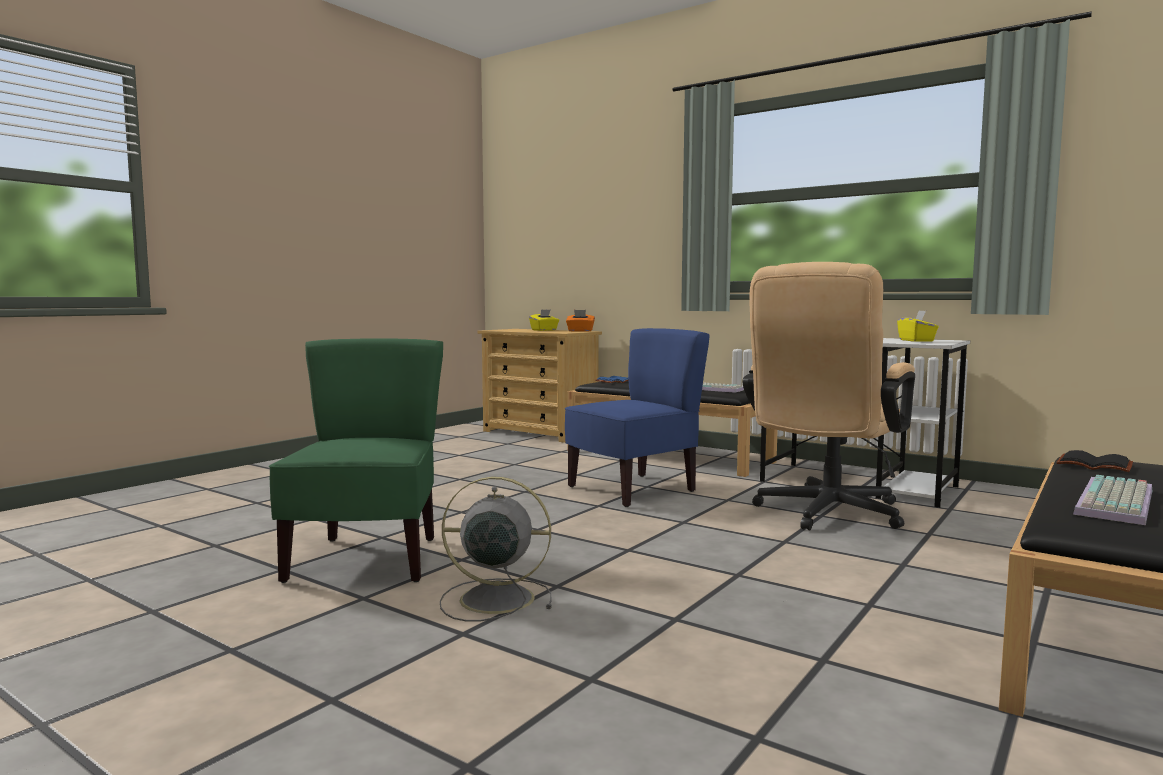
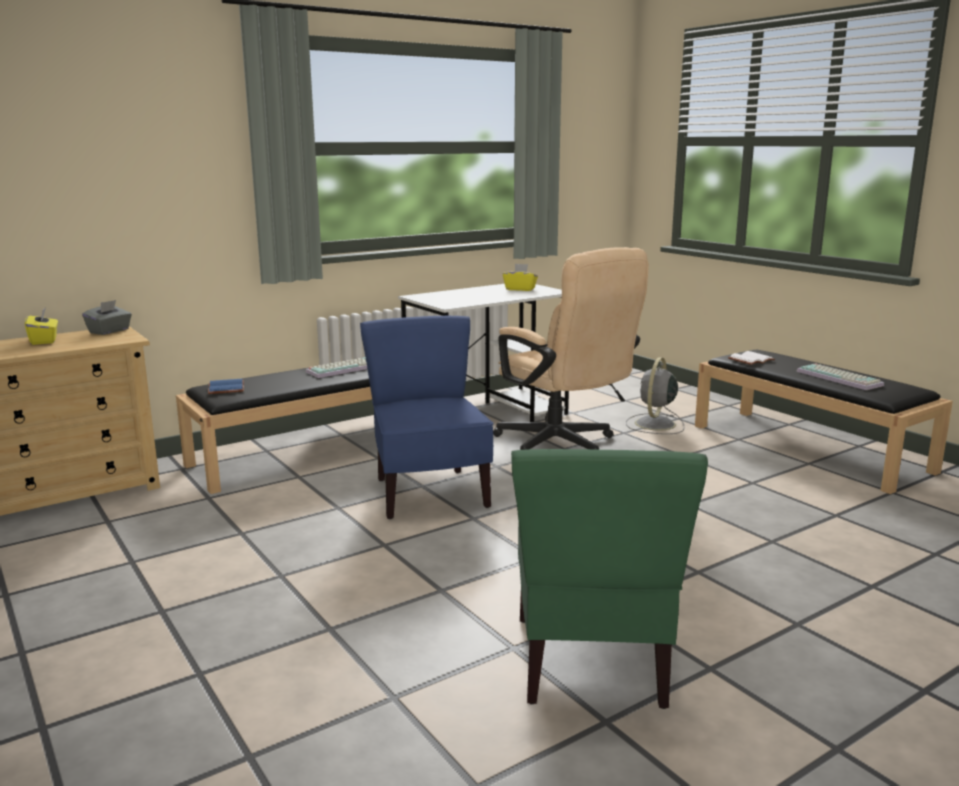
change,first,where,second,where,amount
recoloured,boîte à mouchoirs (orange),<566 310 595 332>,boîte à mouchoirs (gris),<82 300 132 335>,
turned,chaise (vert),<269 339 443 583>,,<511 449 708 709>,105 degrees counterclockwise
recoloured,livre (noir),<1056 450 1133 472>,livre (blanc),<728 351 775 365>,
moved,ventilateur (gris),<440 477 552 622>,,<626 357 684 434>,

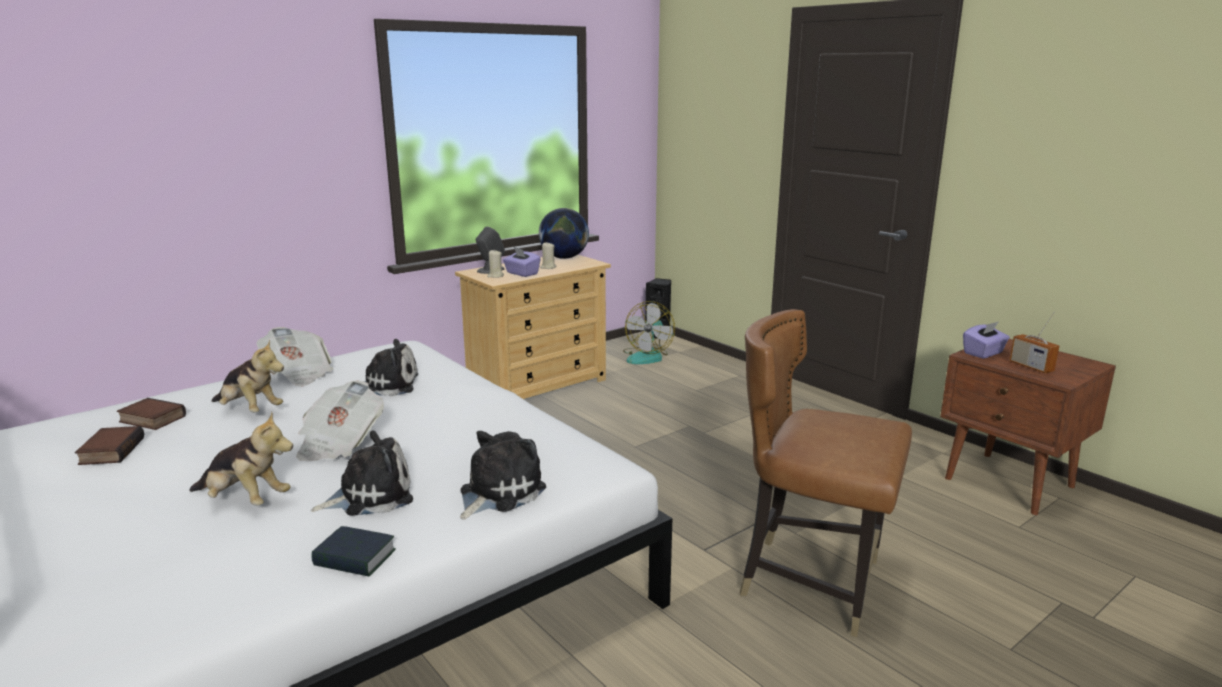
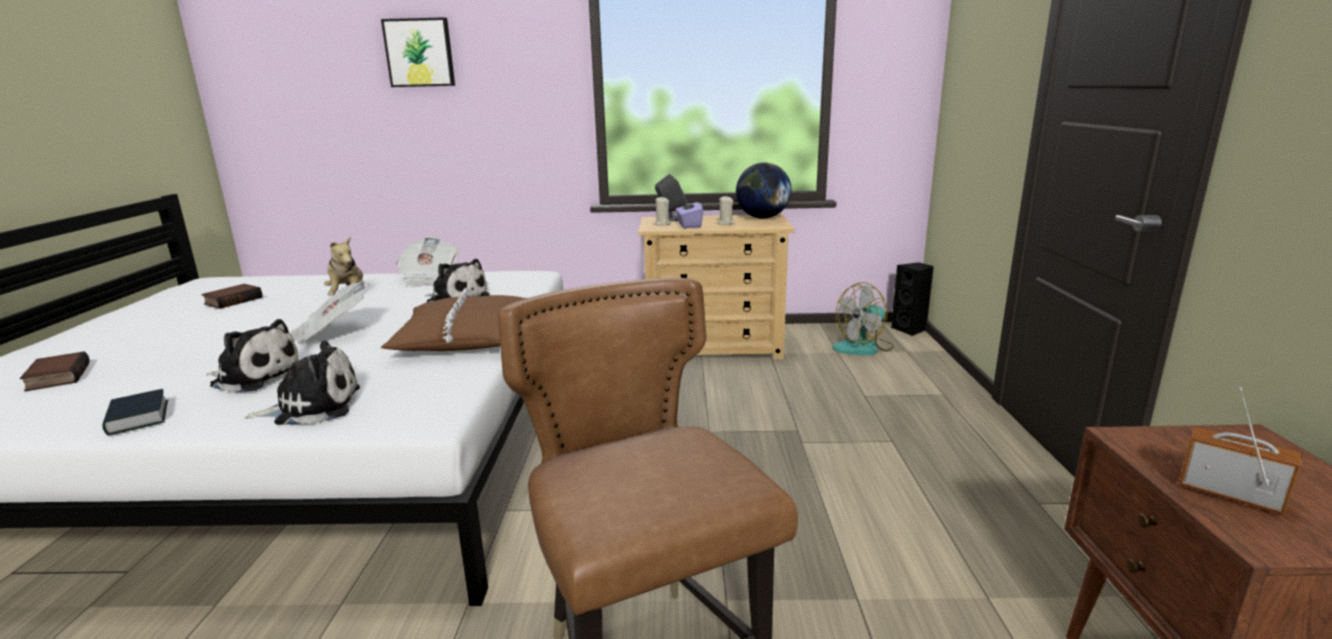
change,first,where,second,where,amount
turned,radio,<1009 312 1059 373>,,<1179 387 1301 515>,120 degrees clockwise
removed,boîte à mouchoirs (violet),<963 322 1010 359>,,,
moved,livre,<117 398 186 430>,,<20 351 90 391>,
removed,peluche,<189 412 293 506>,,,
added,,,tableau,<381 17 455 87>,
added,,,coussin (marron),<381 288 526 351>,

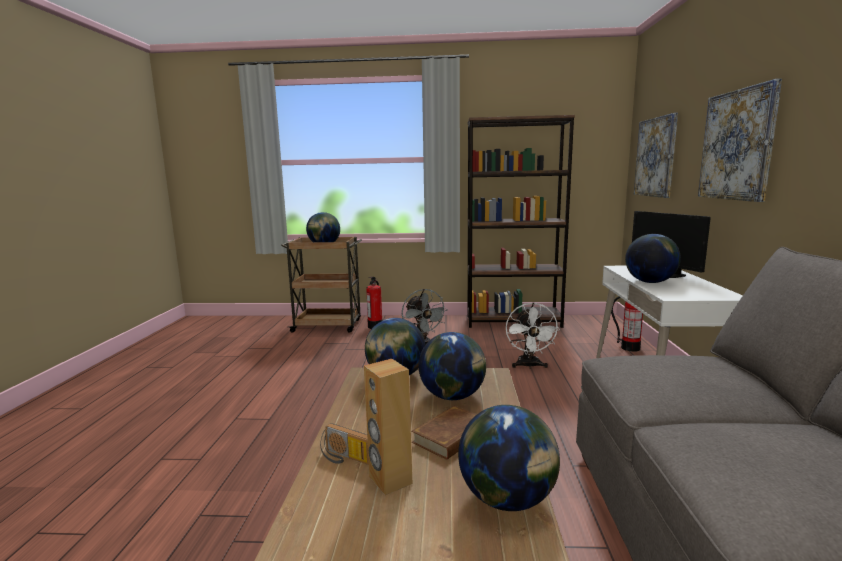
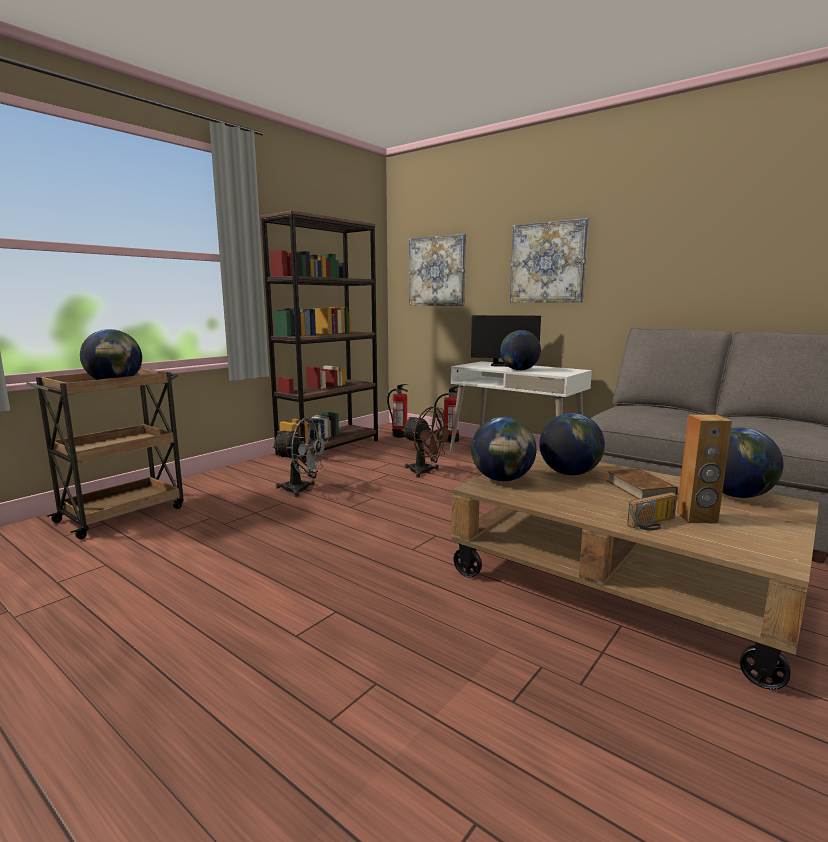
change,first,where,second,where,amount
moved,extincteur,<366 277 383 329>,,<387 384 409 438>,
recoloured,ventilateur (blanc),<506 302 560 369>,ventilateur (marron),<402 407 453 478>,

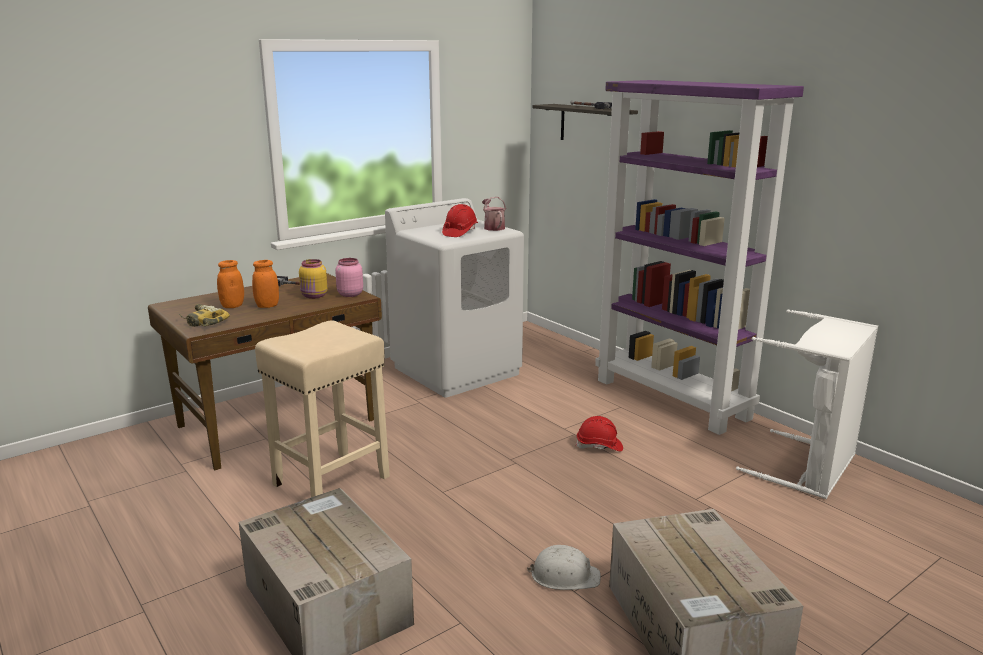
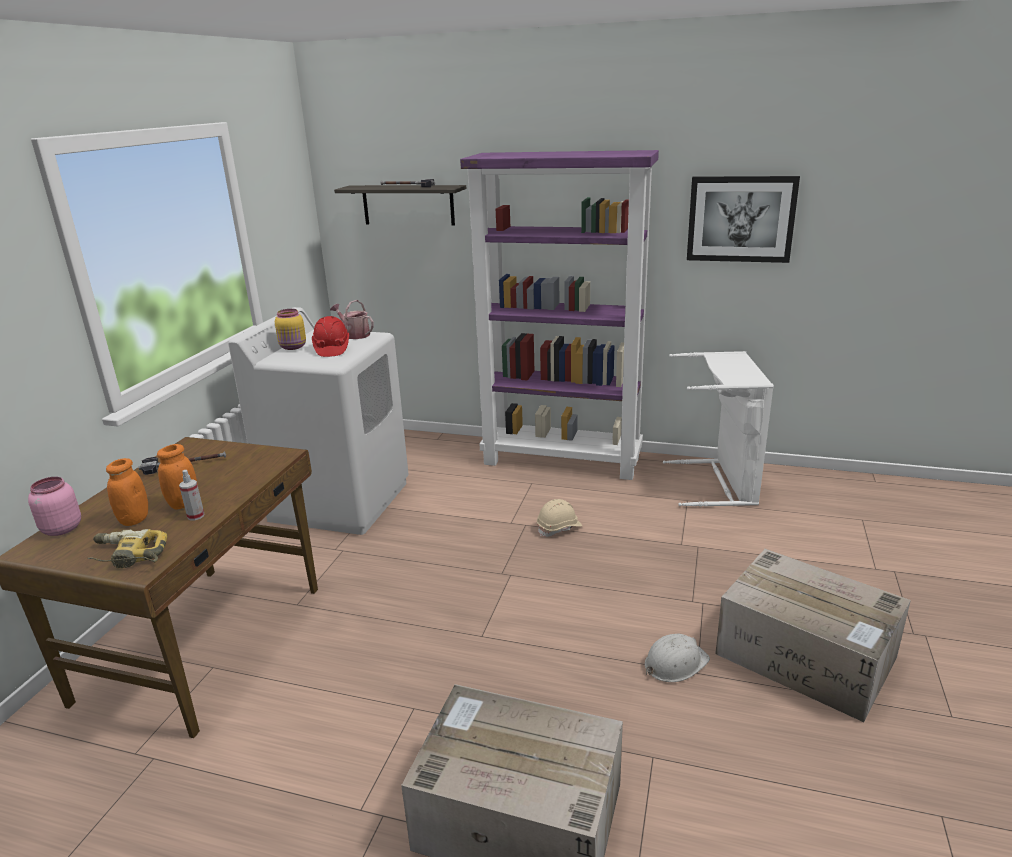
change,first,where,second,where,amount
moved,bocal (rose),<335 258 363 297>,,<28 477 81 536>,
moved,bocal (jaune),<299 259 327 299>,,<275 309 306 350>,
removed,tabouret (beige),<255 320 390 497>,,,
recoloured,casque de chantier (rouge),<576 416 623 452>,casque de chantier (beige),<537 499 582 537>,
added,,,tableau,<687 176 800 263>,
added,,,vaporisateur,<179 470 204 520>,

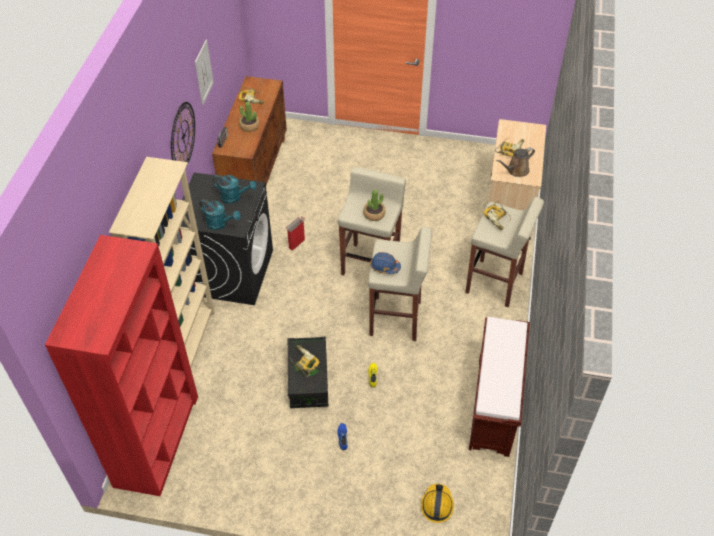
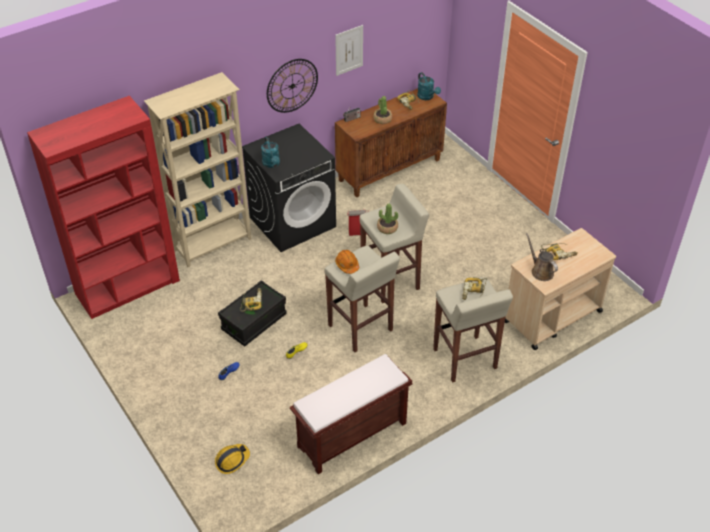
change,first,where,second,where,amount
turned,arrosoir (marron),<496 147 535 177>,,<526 233 558 281>,45 degrees clockwise
moved,arrosoir (turquoise),<213 175 256 204>,,<417 72 441 100>,
recoloured,casque de chantier (bleu),<370 252 401 274>,casque de chantier (orange),<335 250 359 274>,

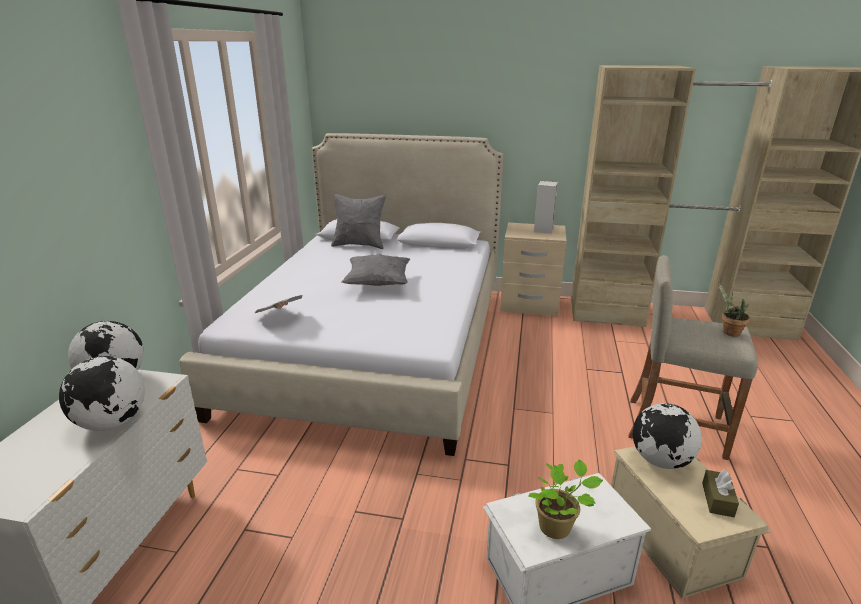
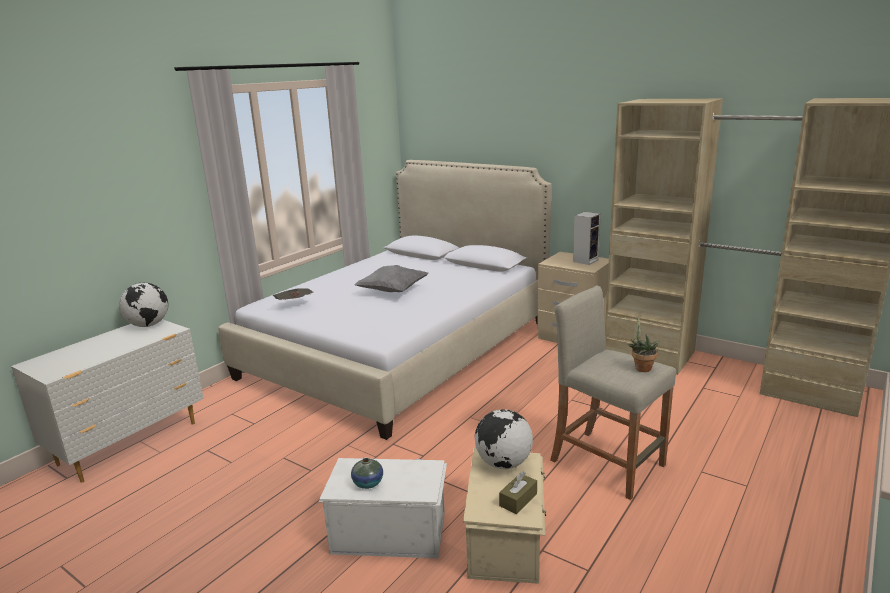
change,first,where,second,where,amount
removed,coussin (gris),<331 193 386 249>,,,
removed,globe,<59 356 145 431>,,,
replaced,plante en pot,<529 459 603 539>,vase,<351 458 383 489>,

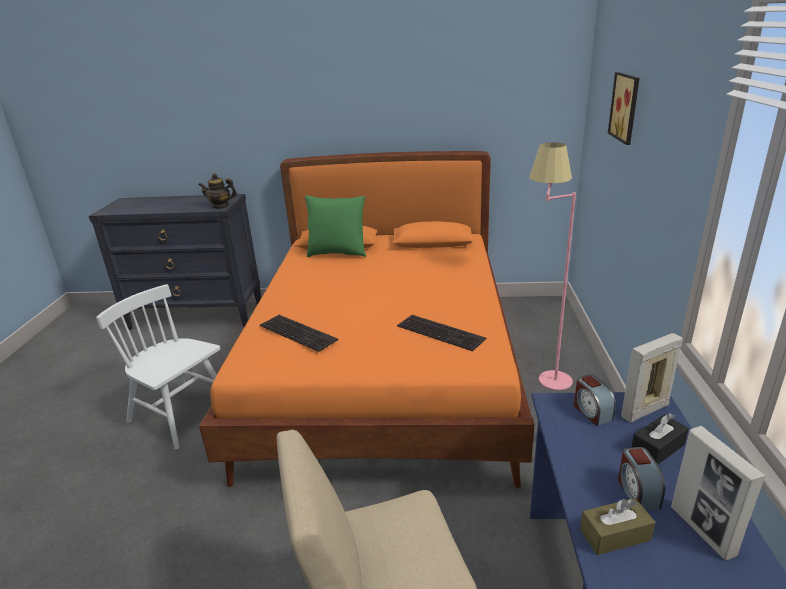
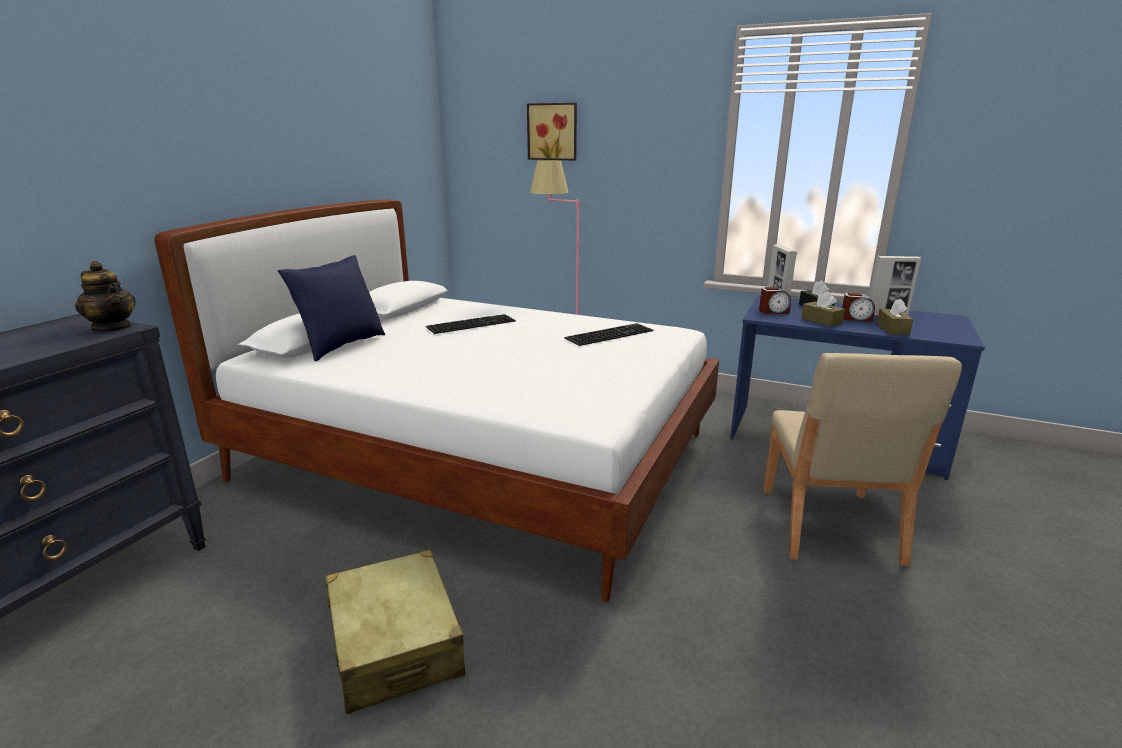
change,first,where,second,where,amount
recoloured,lit (orange),<199 151 534 488>,lit (blanc),<154 200 719 602>,
turned,théière,<198 173 237 209>,,<75 261 136 332>,75 degrees counterclockwise
recoloured,coussin (vert),<305 195 366 257>,coussin (bleu),<278 255 385 361>,
replaced,chaise (blanc),<96 284 220 450>,valise (beige),<325 550 465 714>,
moved,clavier,<260 315 338 352>,,<426 314 516 334>,
added,,,boîte à mouchoirs (marron),<801 292 845 327>,

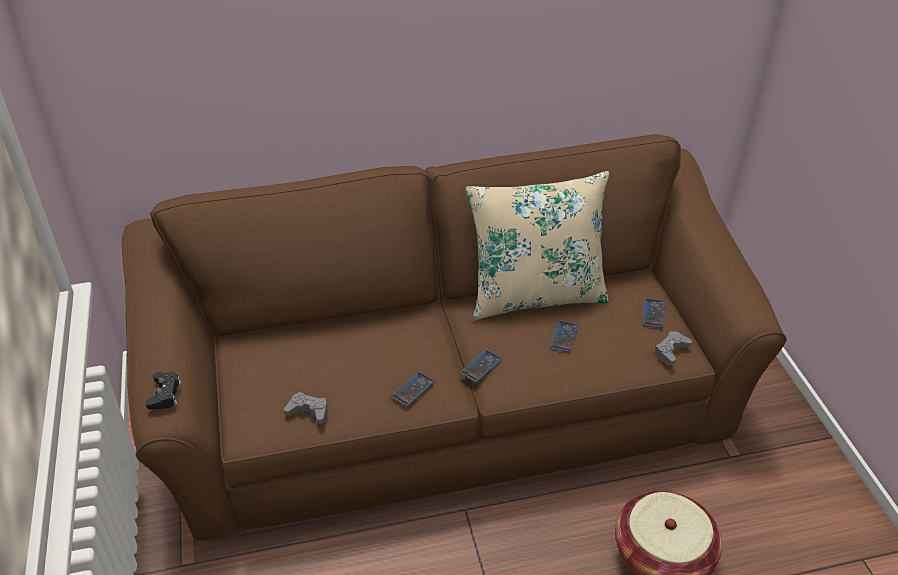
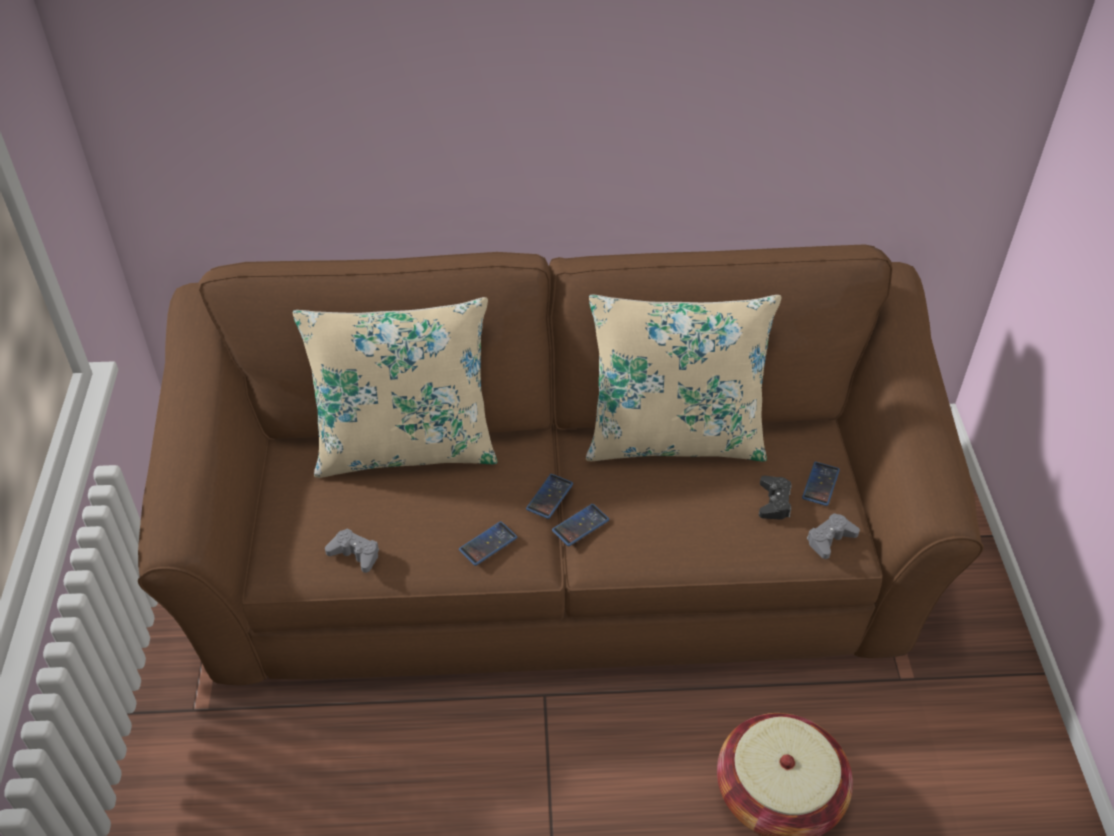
change,first,where,second,where,amount
moved,téléphone,<550 320 579 353>,,<526 474 573 519>,
moved,manette (noir),<145 371 182 410>,,<759 475 791 520>,
added,,,coussin (beige),<293 297 498 478>,

